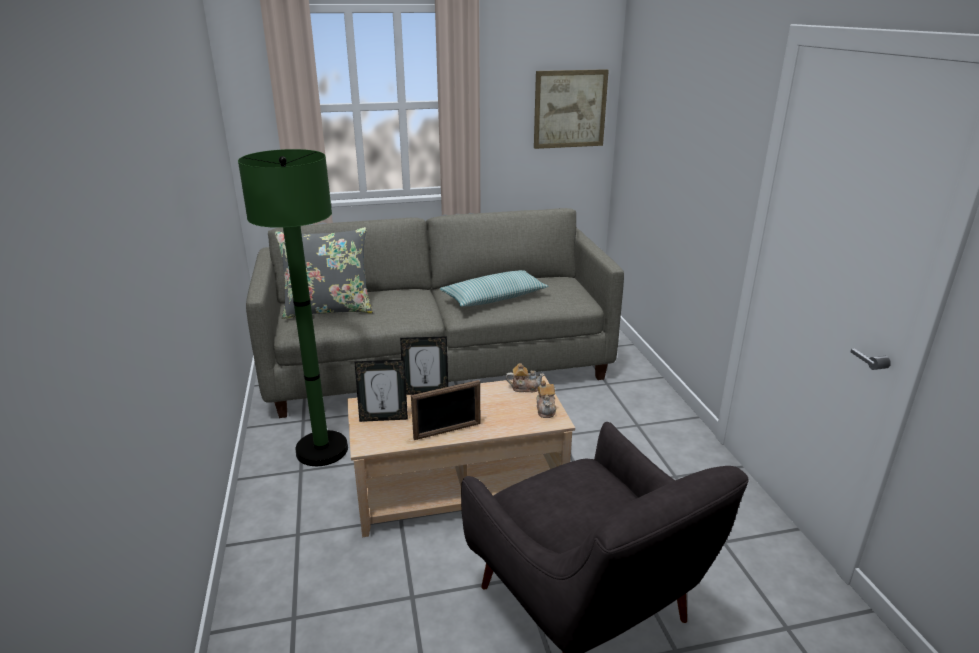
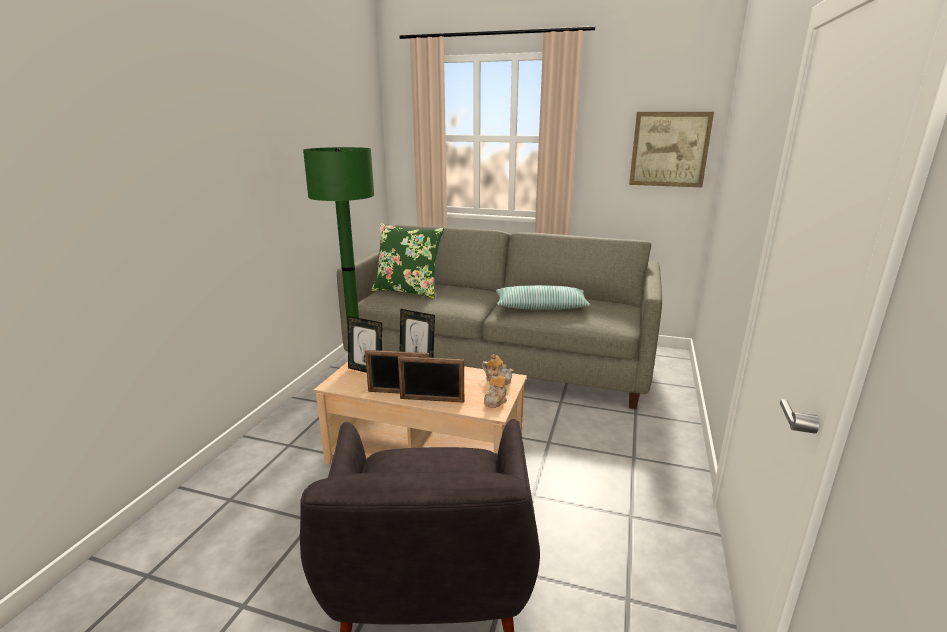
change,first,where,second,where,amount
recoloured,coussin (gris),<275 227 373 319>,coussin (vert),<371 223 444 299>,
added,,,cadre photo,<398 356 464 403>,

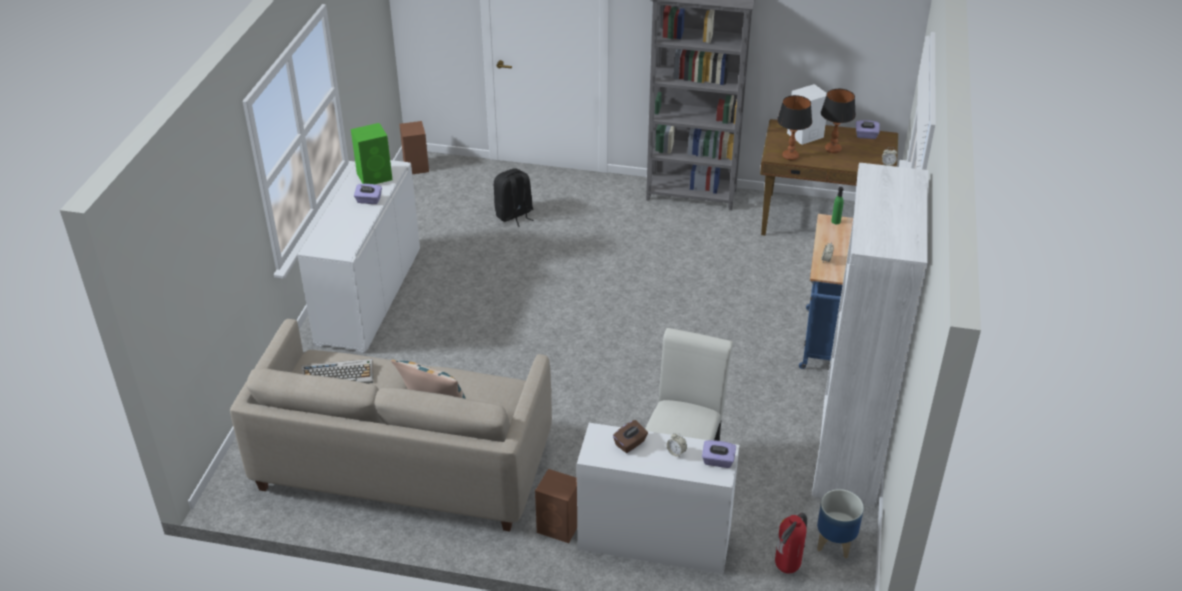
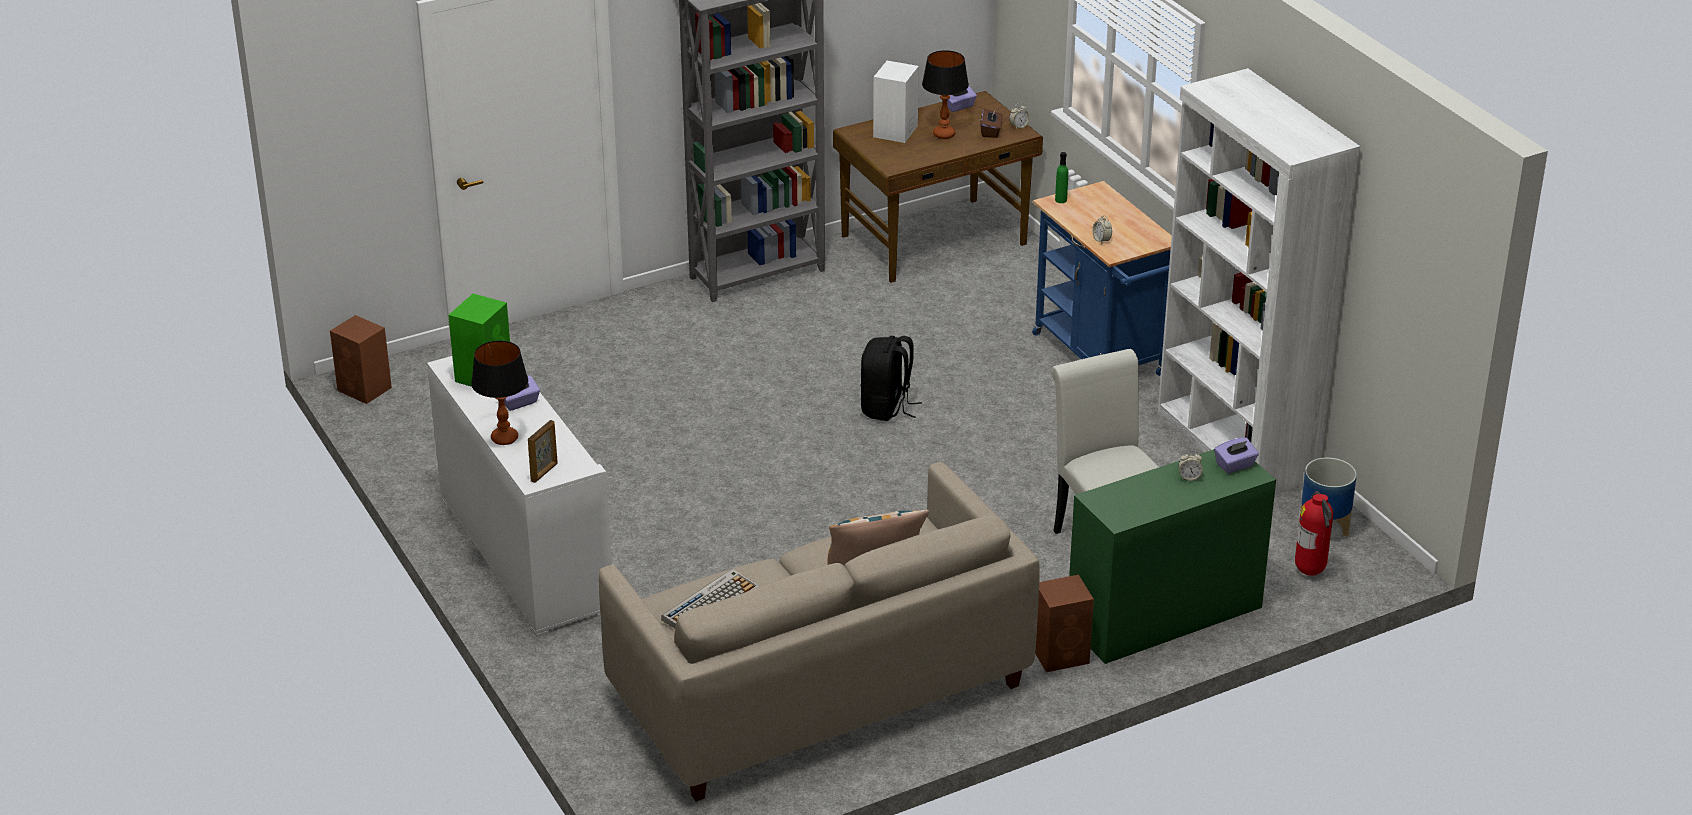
change,first,where,second,where,amount
moved,lampe de table,<777 95 812 160>,,<471 341 528 445>,
moved,sac à dos (noir),<494 168 534 227>,,<861 336 922 421>,
moved,boîte à mouchoirs (marron),<613 420 648 453>,,<980 108 1003 138>,
recoloured,bureau (blanc),<577 423 739 574>,bureau (vert),<1069 449 1276 664>,
added,,,cadre photo,<528 420 558 483>,

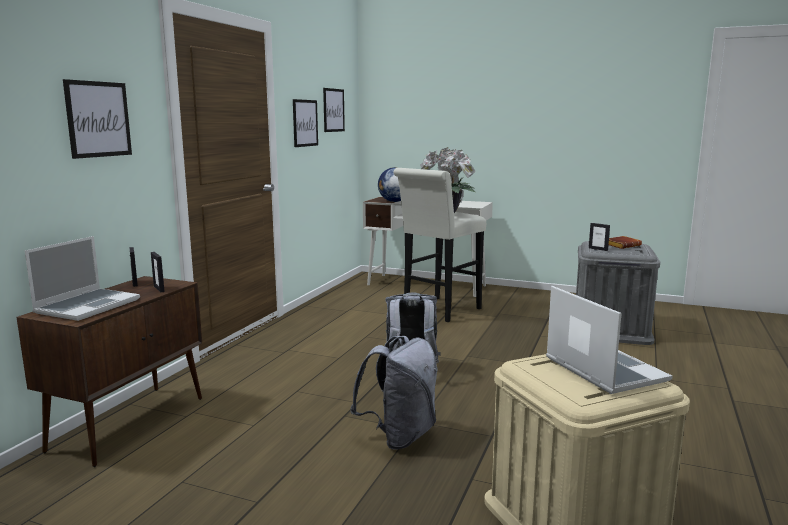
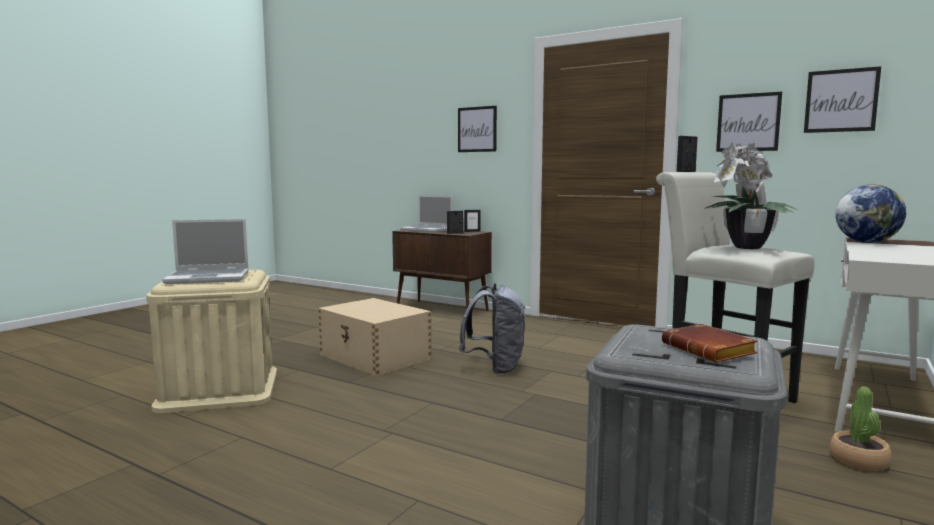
change,first,where,second,where,amount
moved,cadre photo,<589 223 610 251>,,<676 136 697 172>,
replaced,sac à dos (gris),<350 336 438 450>,boîte de rangement (beige),<318 298 432 376>,
added,,,plante en pot,<830 386 892 471>,

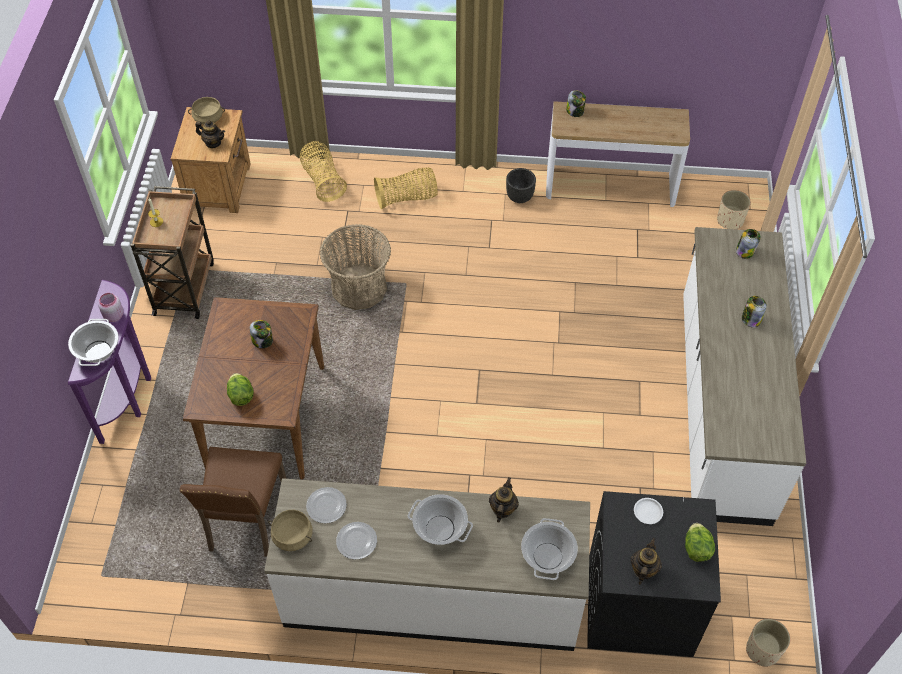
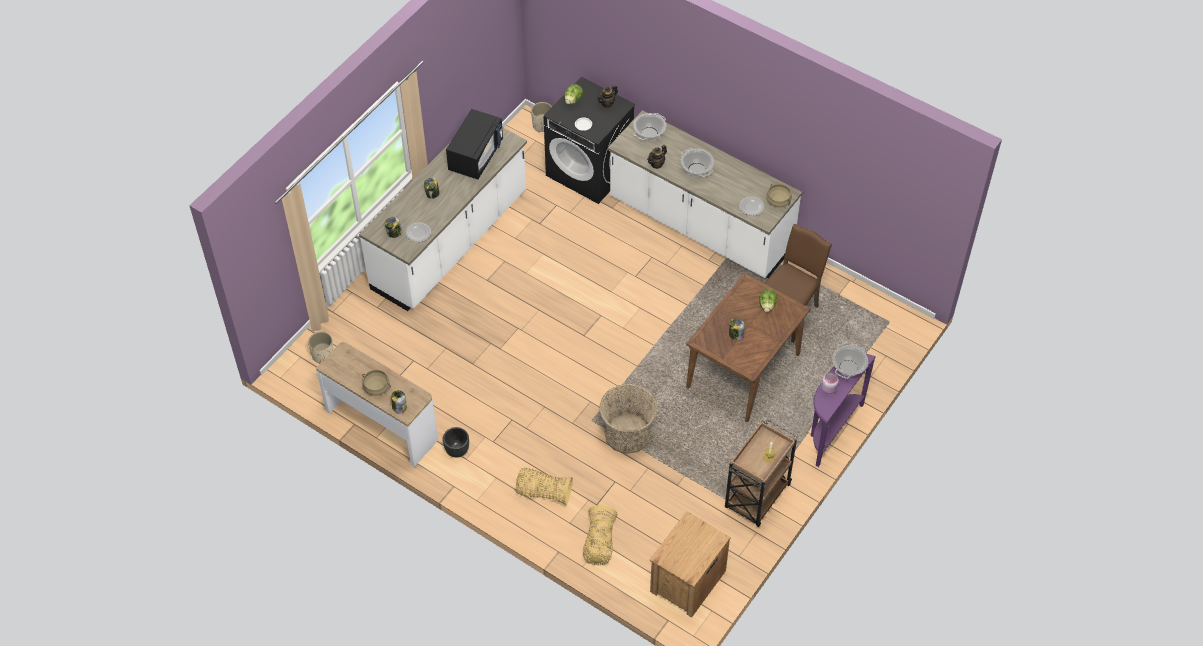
change,first,where,second,where,amount
moved,marmite (beige),<188 97 225 124>,,<362 370 391 396>,
removed,théière,<195 120 225 148>,,,
moved,assiette,<336 522 377 560>,,<406 222 431 242>,
added,,,micro-ondes (noir),<446 109 503 179>,

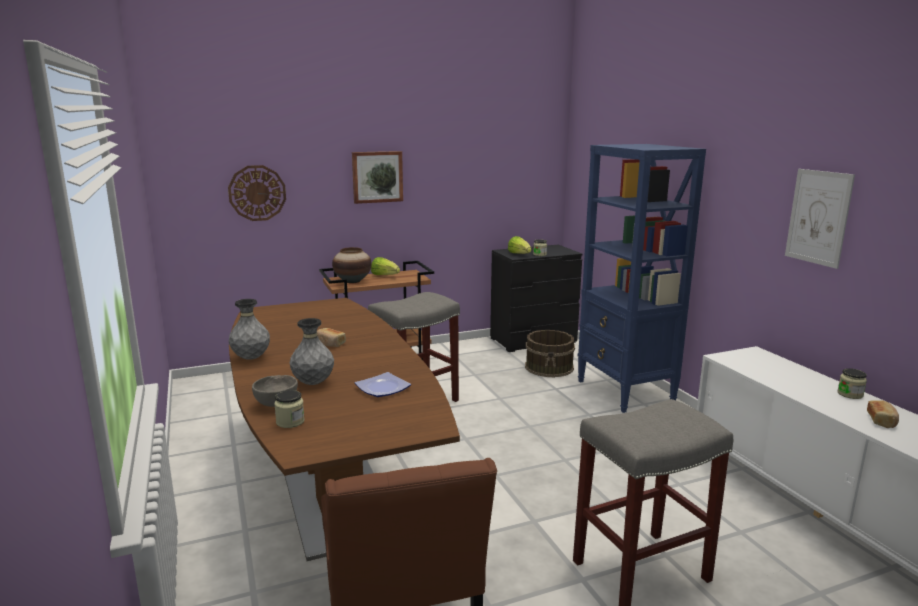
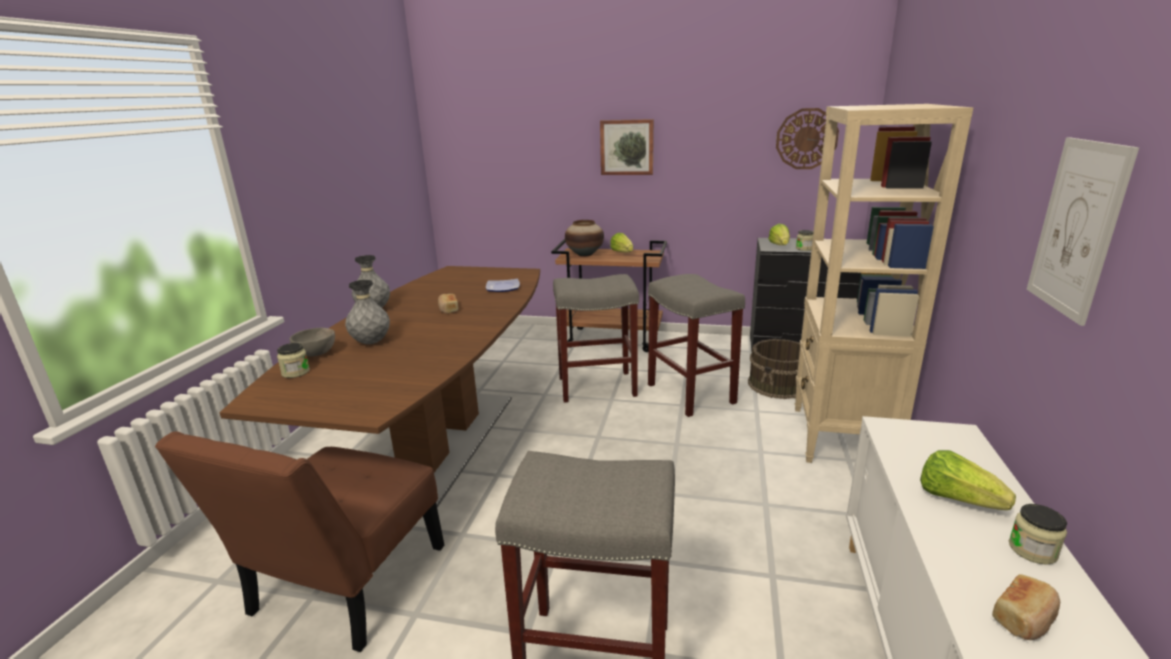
change,first,where,second,where,amount
recoloured,bibliothèque (bleu),<578 144 706 413>,bibliothèque (beige),<795 104 973 463>,
moved,horloge murale,<228 165 286 221>,,<776 108 839 169>,
moved,assiette,<355 372 411 397>,,<486 279 520 292>,
added,,,tabouret (gris),<648 274 745 417>,
added,,,laitue,<920 450 1016 510>,

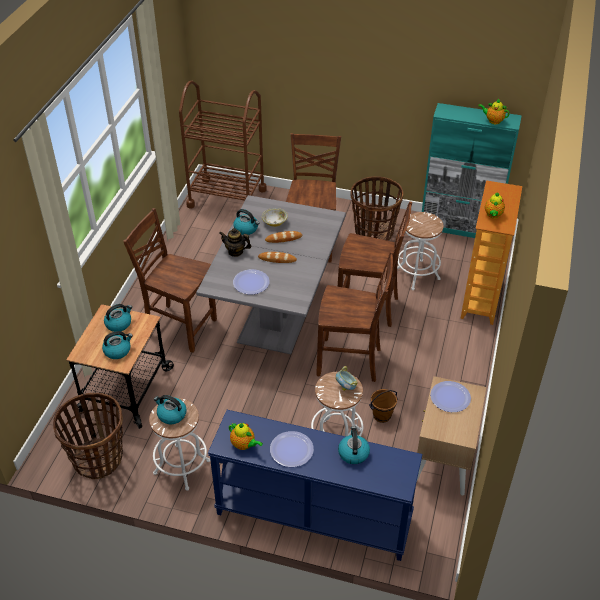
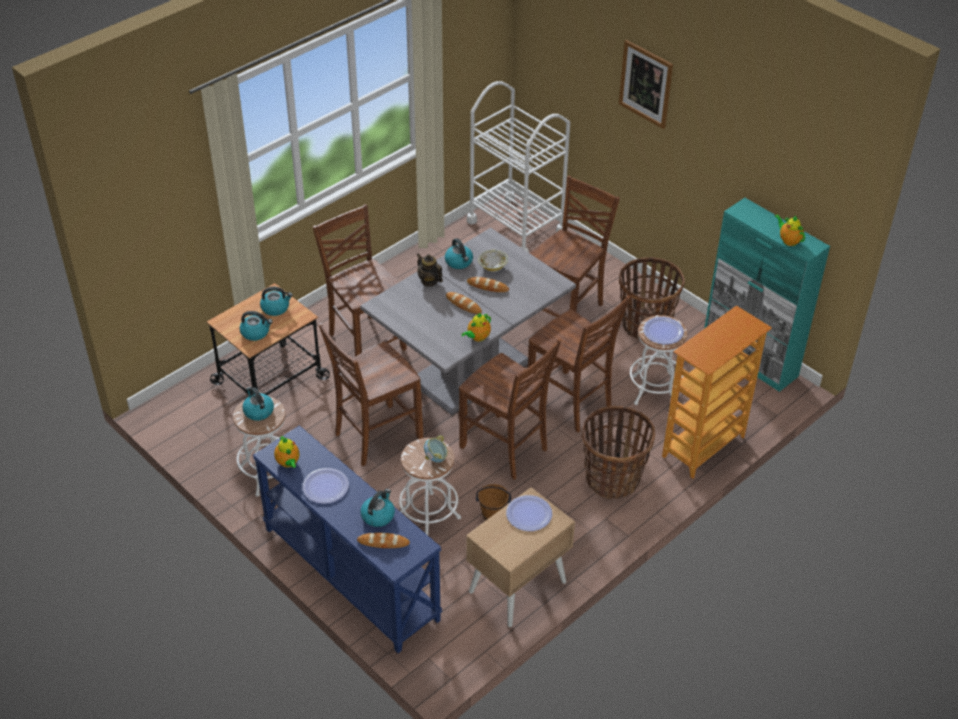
change,first,where,second,where,amount
recoloured,chariot (marron),<179 81 267 208>,chariot (blanc),<467 81 570 253>,
moved,théière,<485 192 505 218>,,<461 313 491 342>,
moved,assiette,<233 269 269 294>,,<643 317 684 345>,
moved,panier,<53 393 123 479>,,<581 406 655 499>,
added,,,tableau,<619 40 673 129>,
added,,,chaise (marron),<318 323 423 466>,
added,,,pain,<357 533 410 548>,

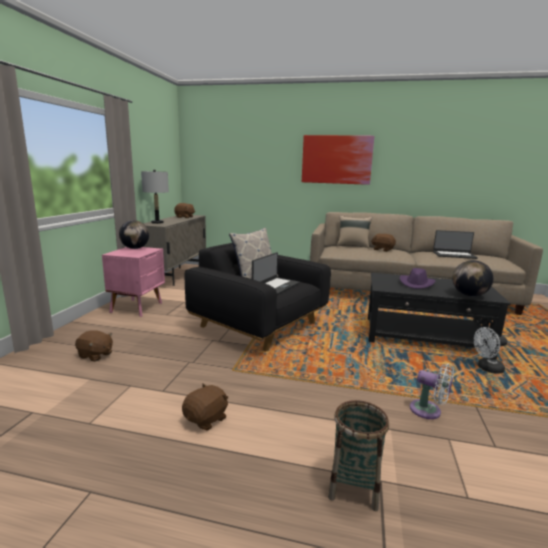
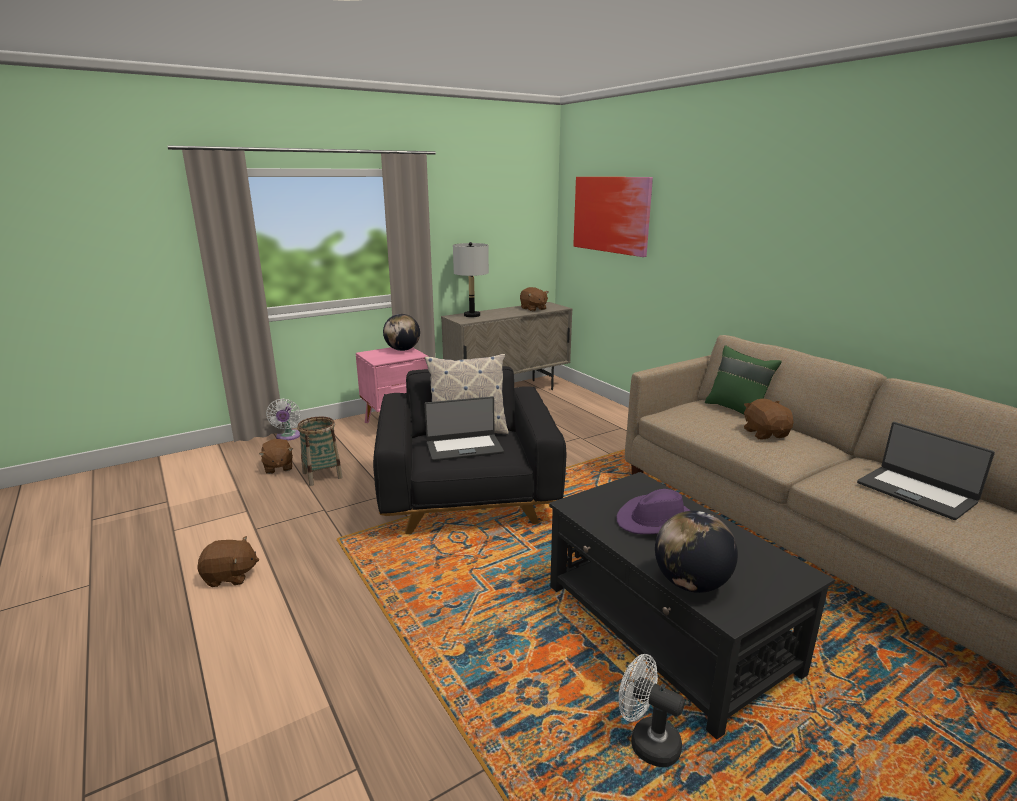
change,first,where,second,where,amount
moved,tableau,<302 135 374 185>,,<573 177 653 257>,
recoloured,coussin (beige),<337 215 372 248>,coussin (vert),<705 345 782 415>,
moved,ventilateur (blanc),<410 364 454 419>,,<266 399 301 441>,
moved,panier,<328 400 389 511>,,<297 417 343 486>,

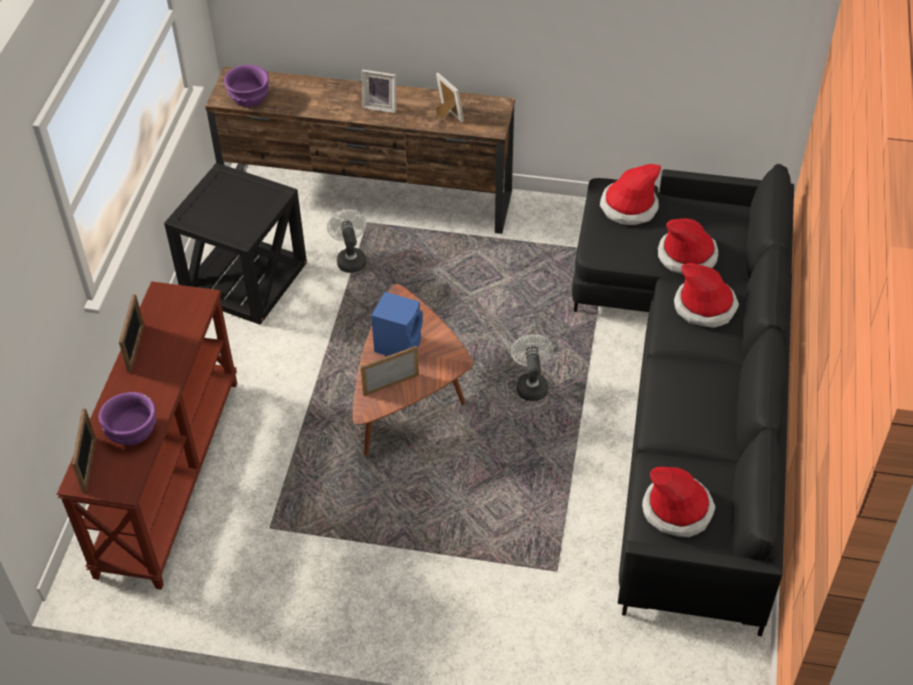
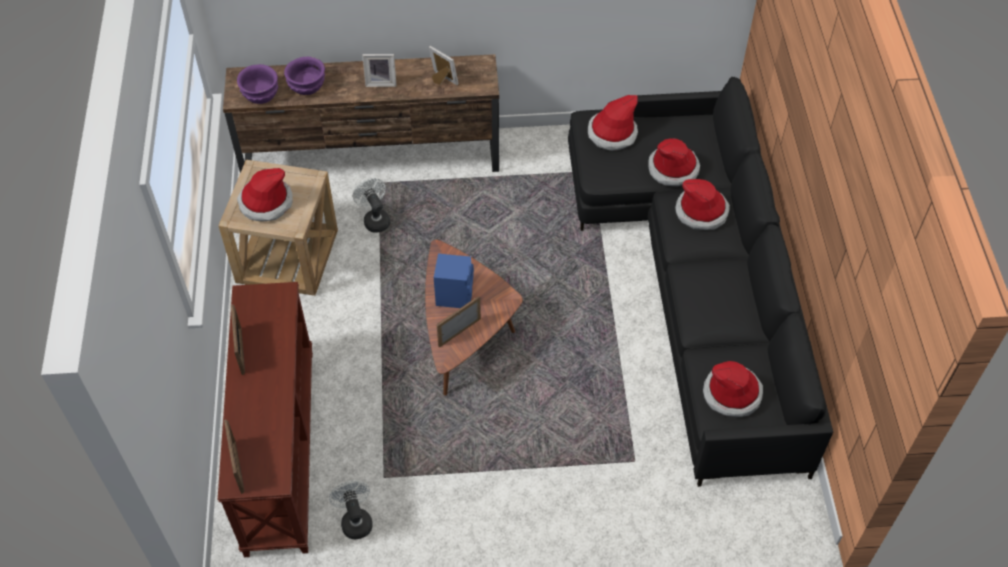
change,first,where,second,where,amount
recoloured,table d'appoint (noir),<164 163 307 325>,table d'appoint (beige),<218 160 338 296>,
moved,ventilateur (blanc),<511 335 553 401>,,<329 480 373 539>,
moved,bol (violet),<99 392 156 446>,,<284 57 325 95>,
added,,,chapeau,<237 168 293 222>,

